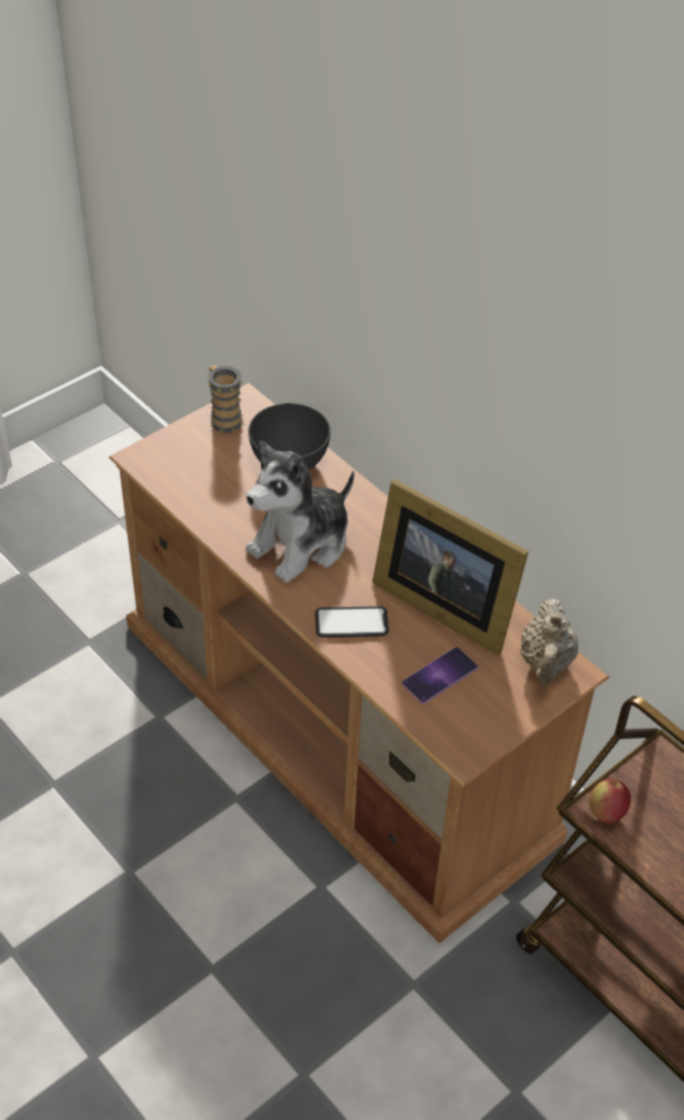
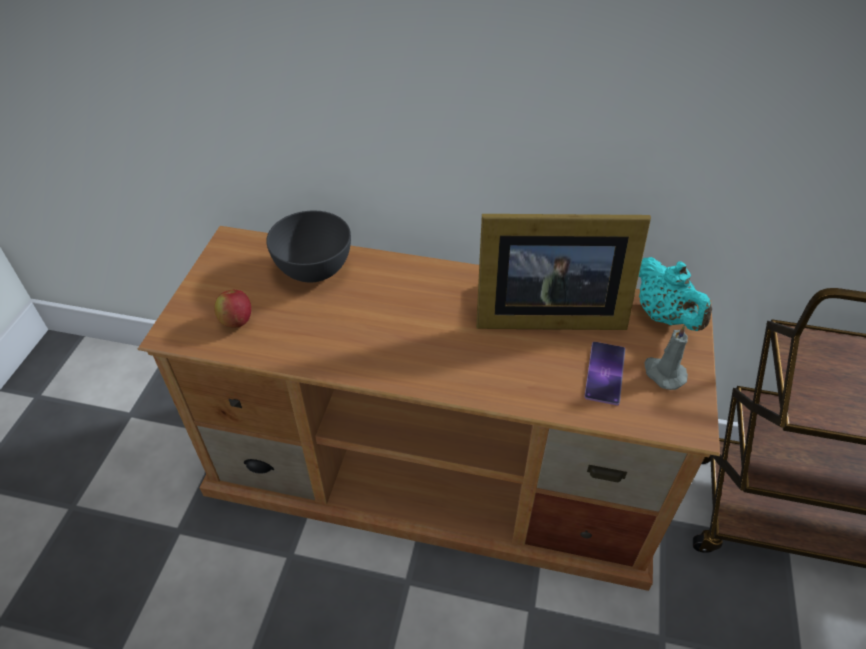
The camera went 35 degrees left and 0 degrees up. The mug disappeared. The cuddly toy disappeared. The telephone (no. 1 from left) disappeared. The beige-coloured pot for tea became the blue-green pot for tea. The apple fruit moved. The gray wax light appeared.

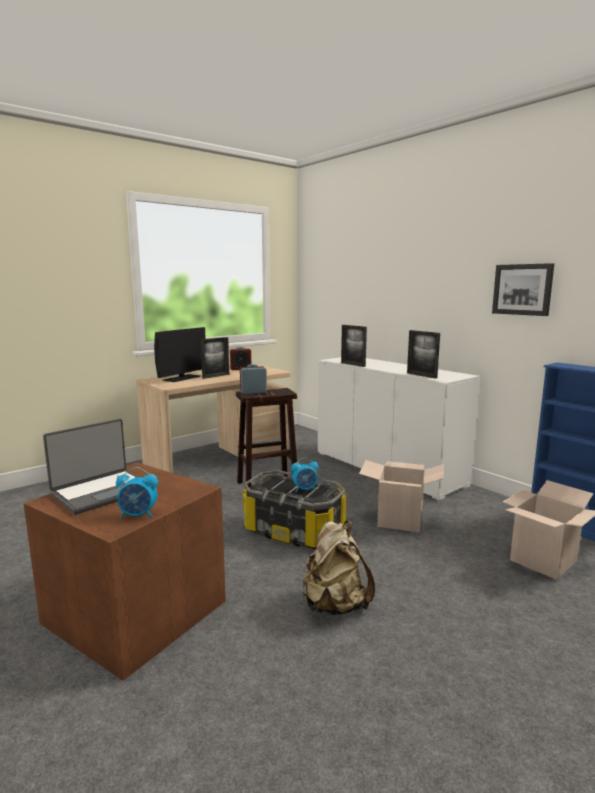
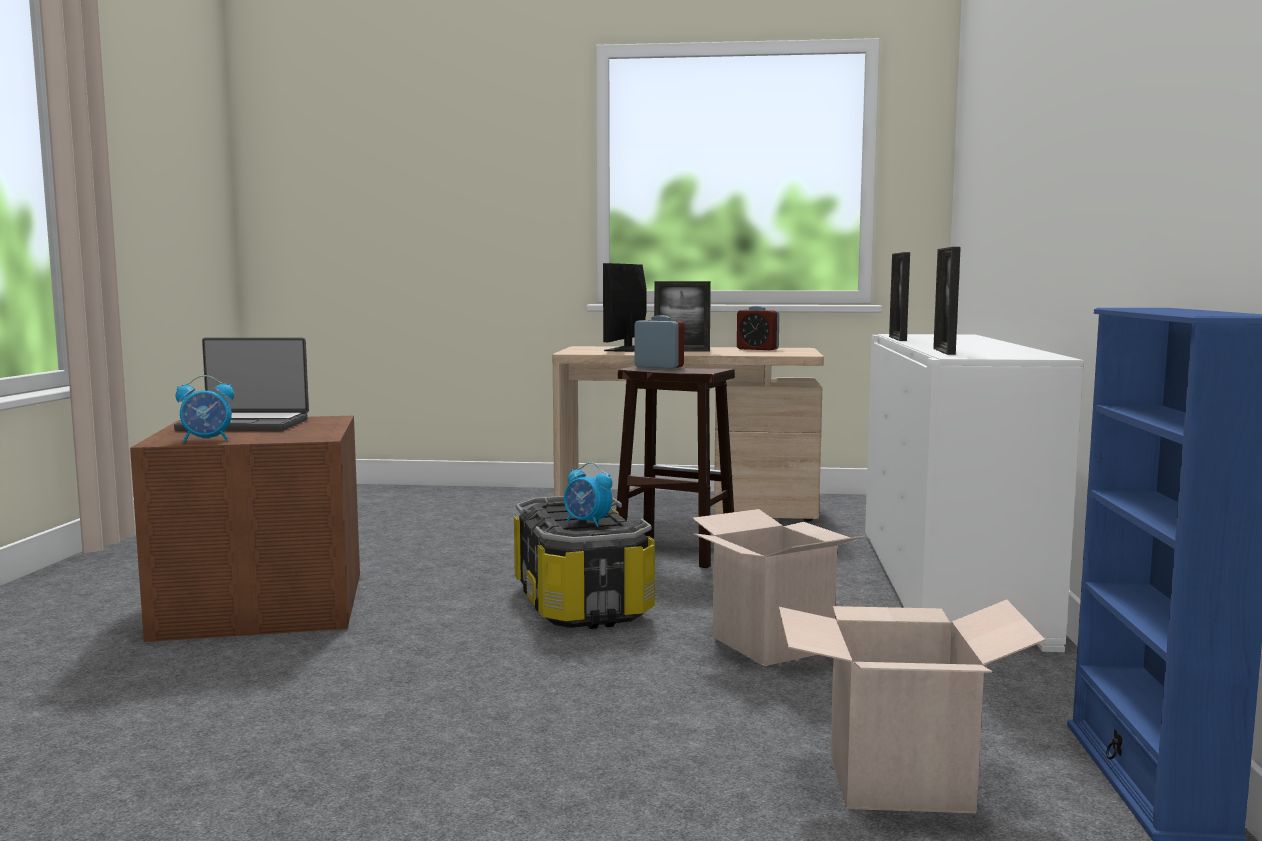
The camera went 45 degrees right and 5 degrees down. The bedside clock (no. 1 from left) turned 60 degrees counterclockwise. The computer screen turned 120 degrees clockwise. The beige-coloured knapsack disappeared. The wall art disappeared.

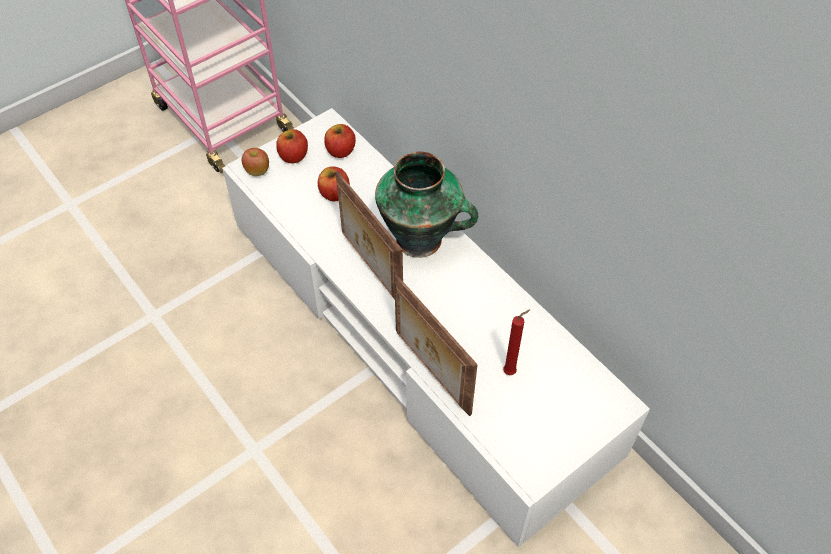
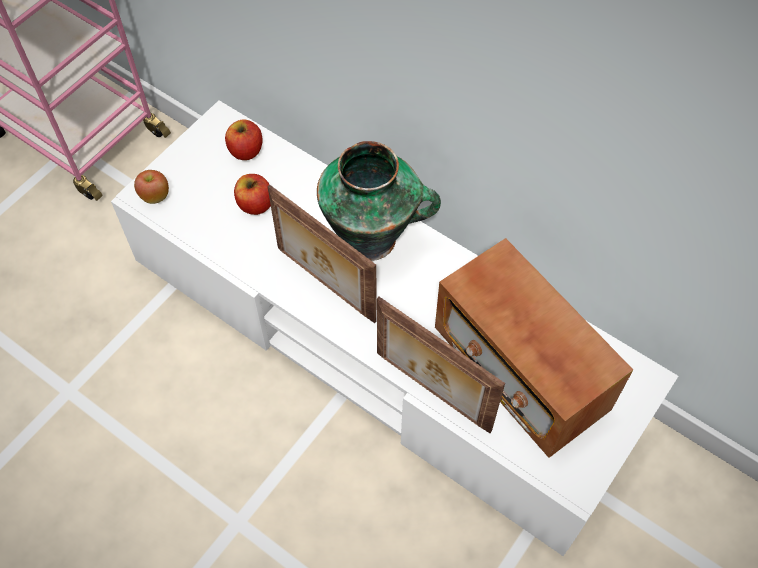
The camera went 15 degrees left and 5 degrees up. The apple fruit (no. 2 from left) disappeared. The red wax light was replaced by the radio receiver.

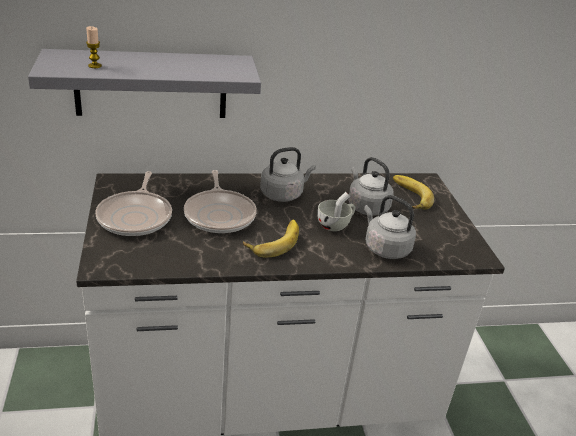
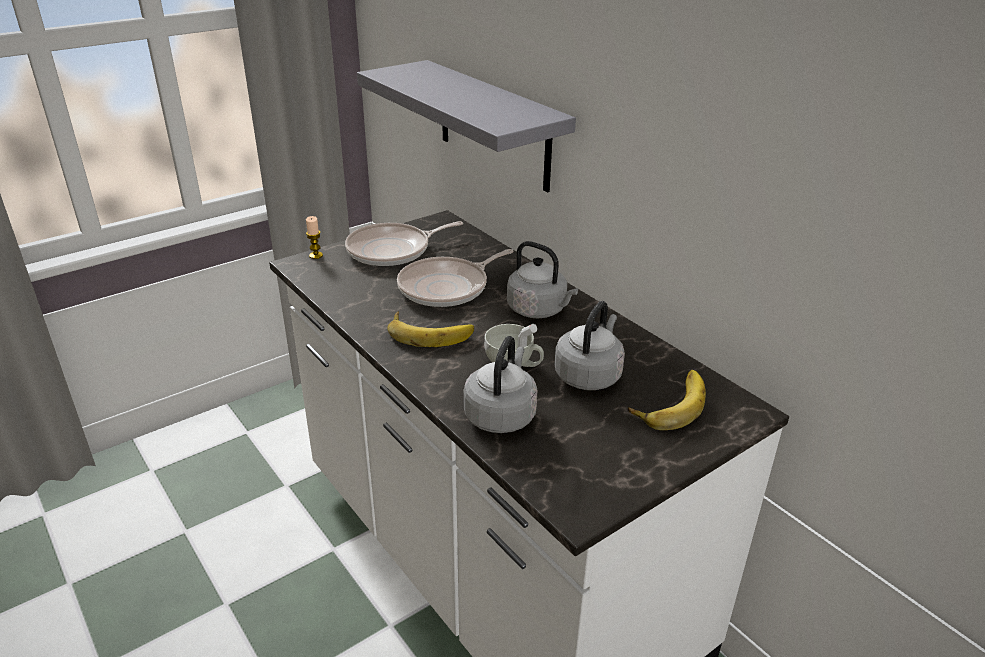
The camera went 65 degrees right and 0 degrees up. The wax light moved.

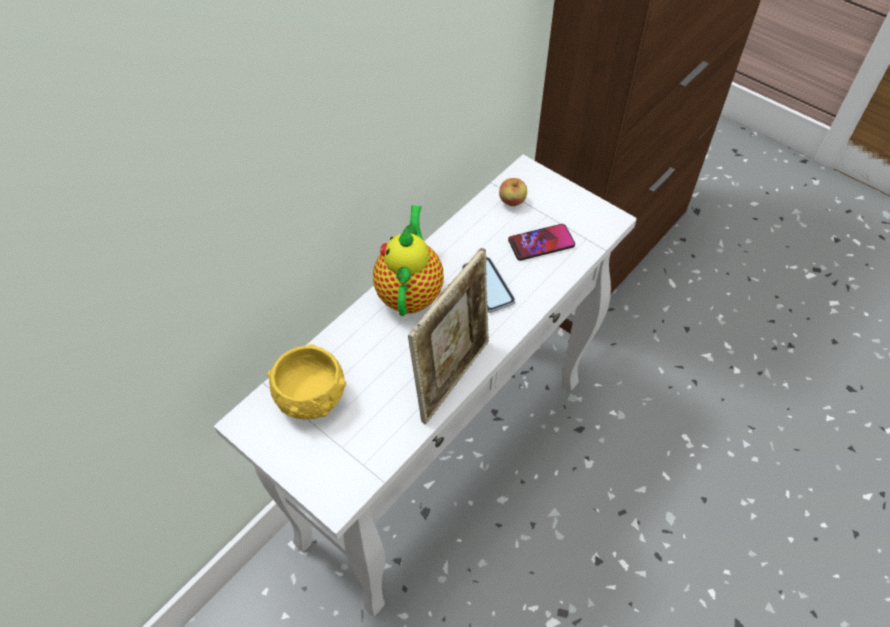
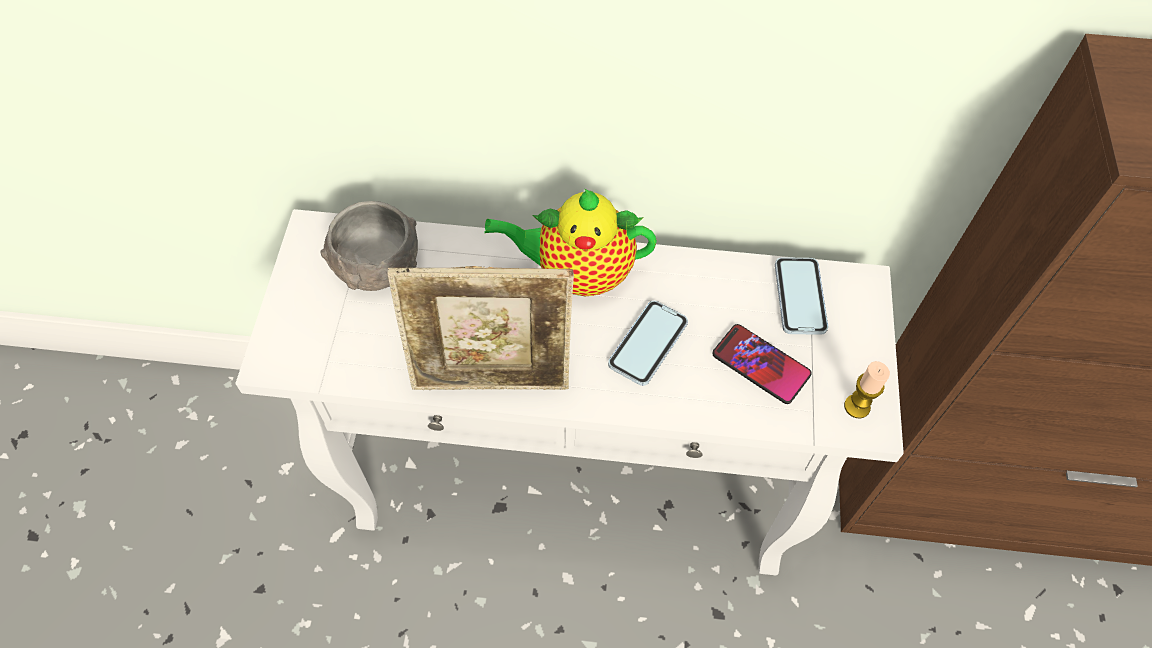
The camera went 55 degrees right and 5 degrees up. The yellow serving bowl became the gray serving bowl. The pot for tea turned 150 degrees counterclockwise. The apple fruit was replaced by the telephone (no. 3 from left). The wax light appeared.

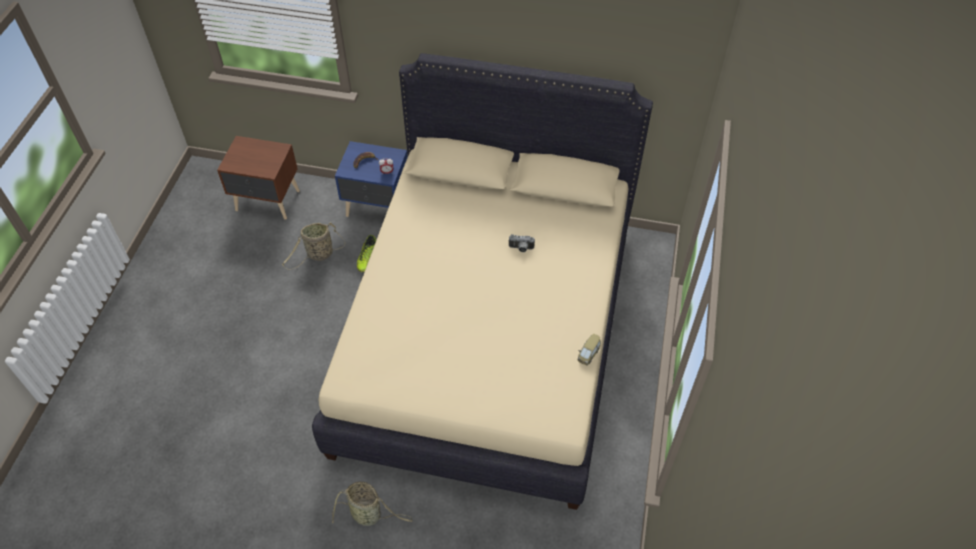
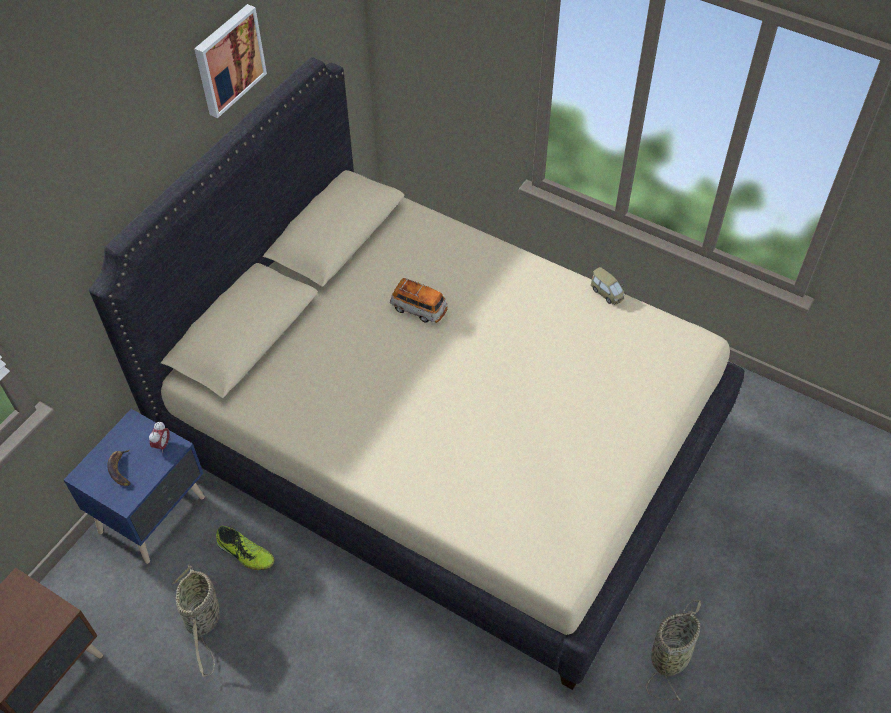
The camera went 70 degrees left and 0 degrees up. The photo camera was replaced by the model car (no. 1 from left). The wall art appeared.

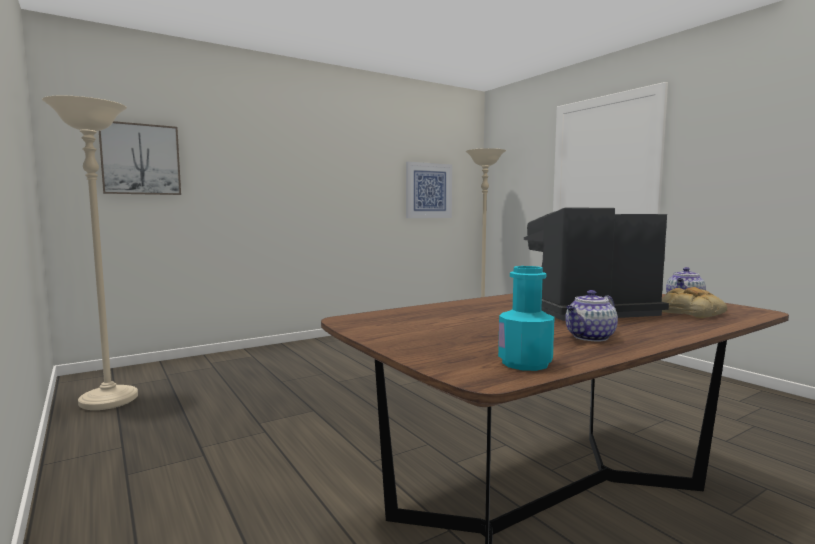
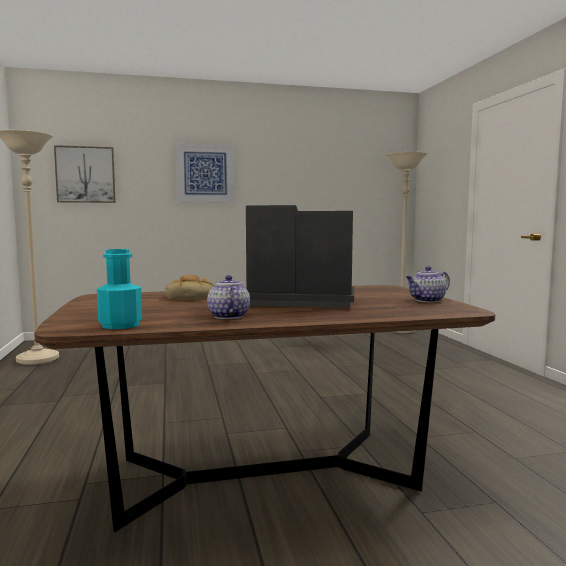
The camera went 20 degrees right and 0 degrees up. The wall art (no. 2 from left) moved. The pot for tea (no. 1 from left) turned 90 degrees clockwise. The bread moved.

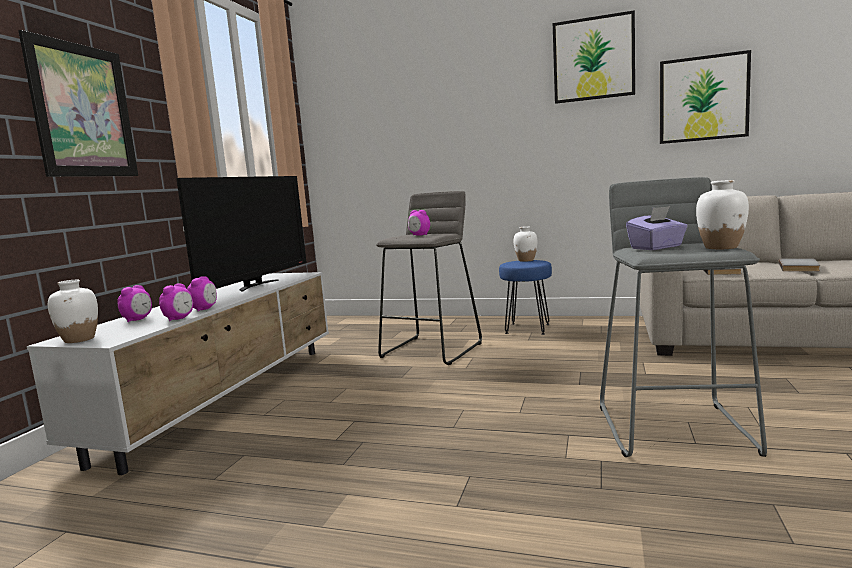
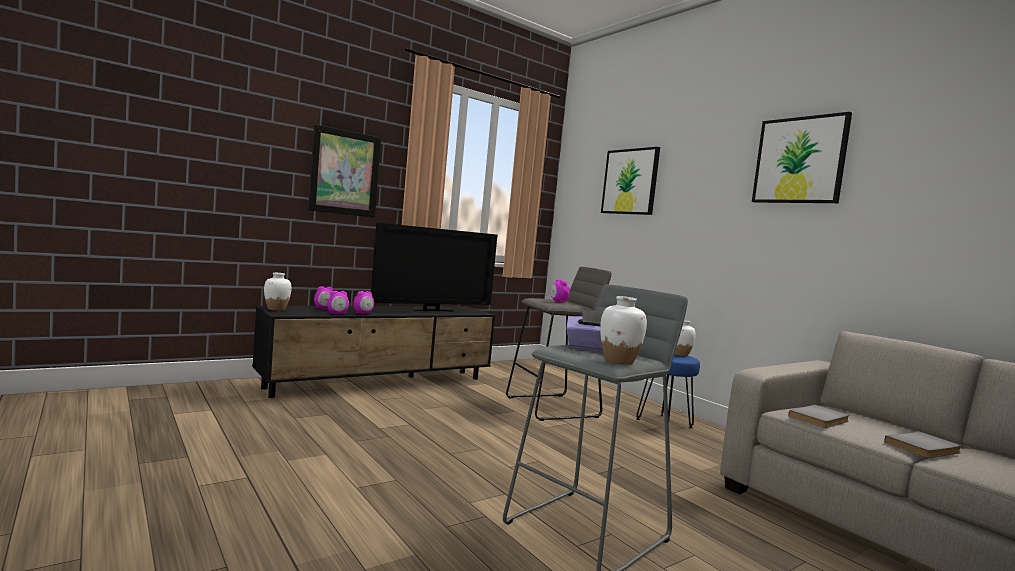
The camera went 35 degrees right and 5 degrees down. The white tv unit became the black tv unit. The wall art (no. 3 from left in the first image) moved.

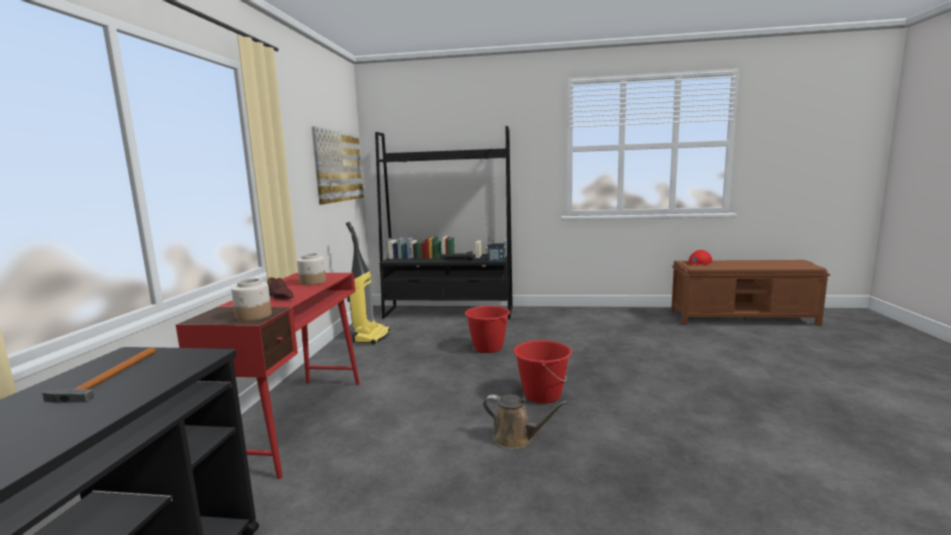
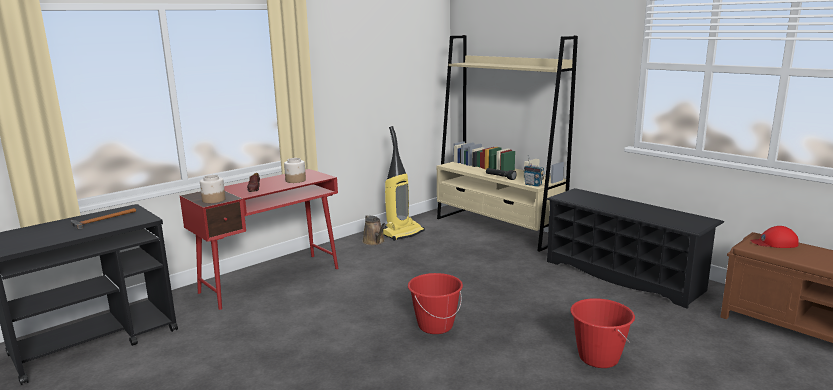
The camera went 40 degrees right and 5 degrees up. The wall art disappeared. The black bookcase became the beige-coloured bookcase. The red pail (no. 1 from left in the first image) moved. The brown sprinkling can moved. The black shoe shelf appeared.

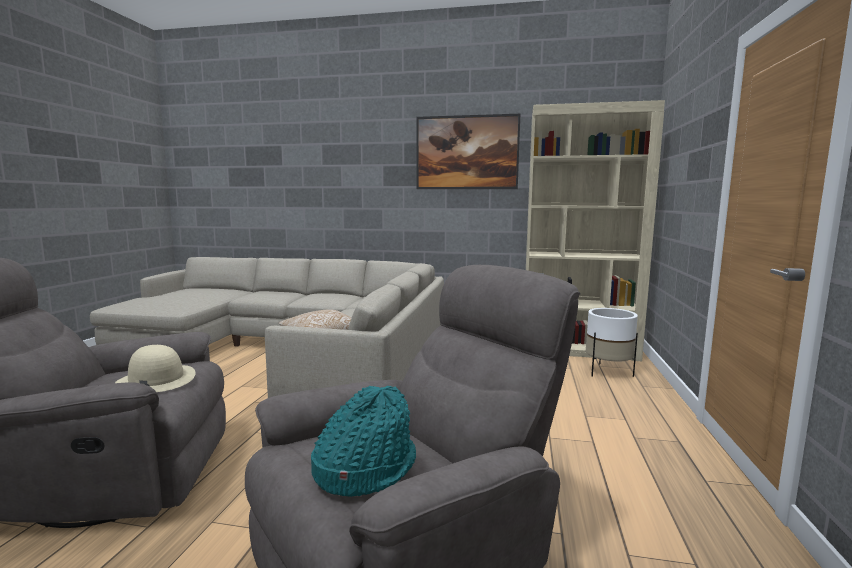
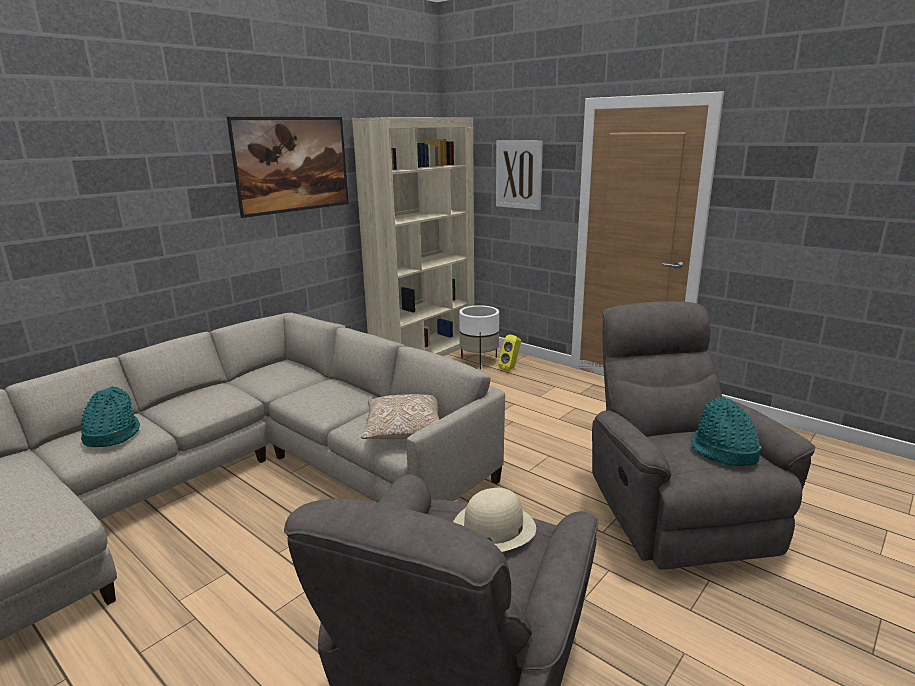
The camera went 60 degrees left and 10 degrees up. The blue-green clothing hat (no. 1 from left) appeared. The wall art (no. 2 from left) appeared. The yellow audio speaker appeared.

